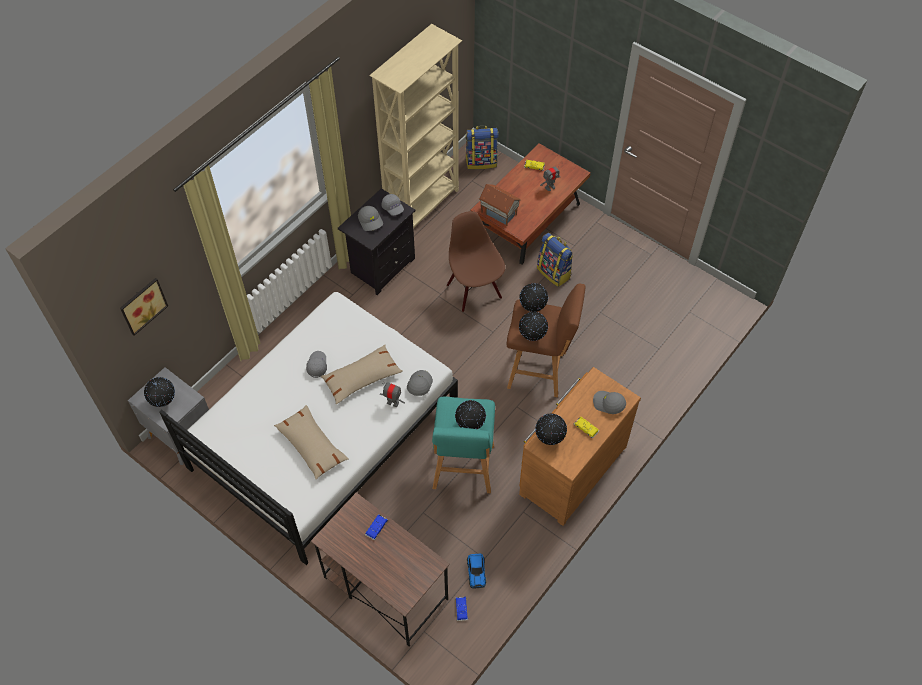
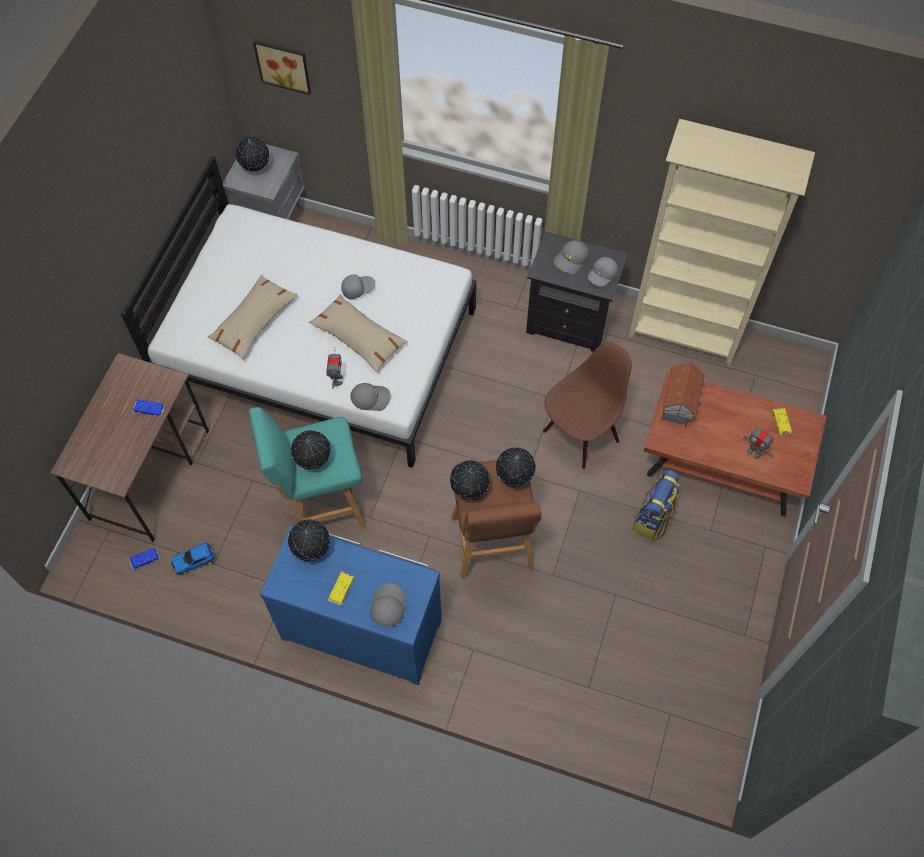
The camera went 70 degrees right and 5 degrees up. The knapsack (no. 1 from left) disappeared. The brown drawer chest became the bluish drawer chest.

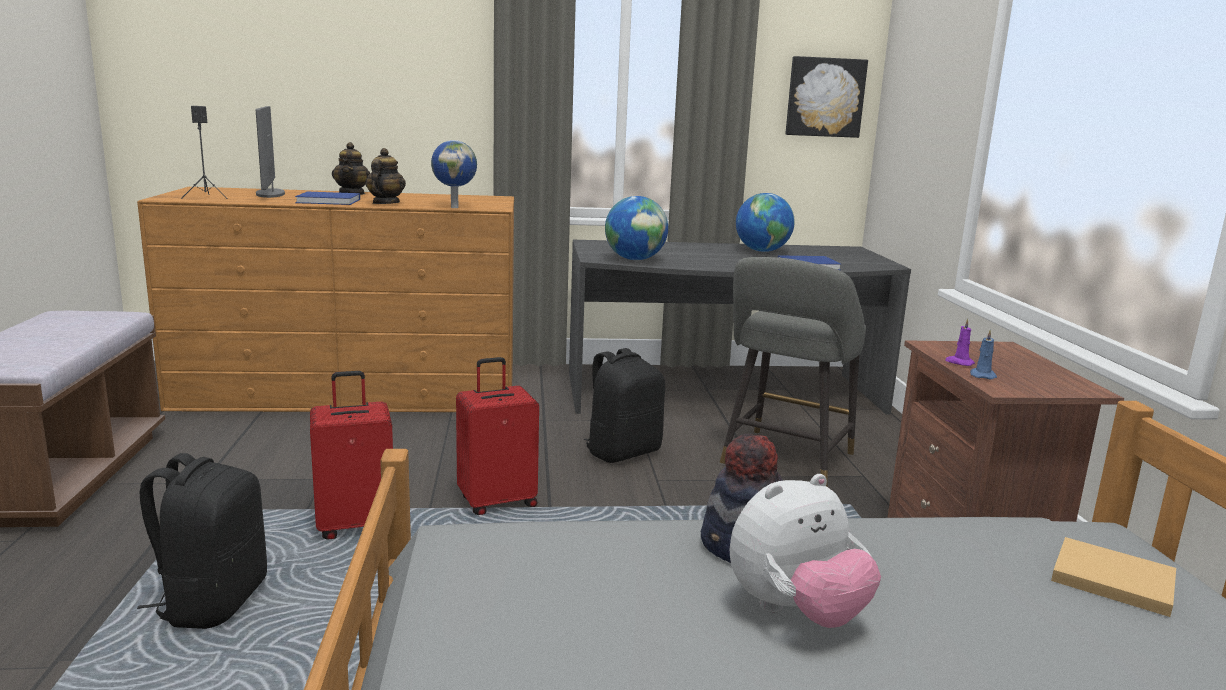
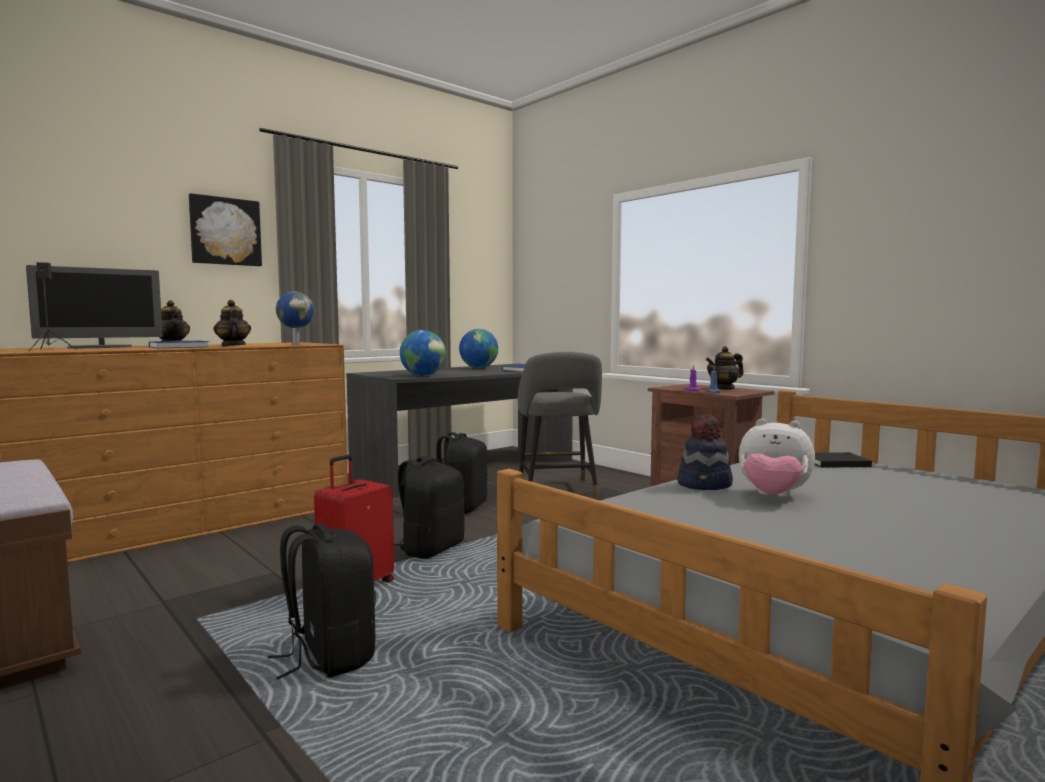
The camera went 35 degrees left and 10 degrees down. The computer screen turned 75 degrees counterclockwise. The red piece of luggage (no. 2 from left) was replaced by the black knapsack (no. 2 from left). The cuddly toy turned 90 degrees clockwise. The wall art moved. The beige-coloured volume became the black volume. The pot for tea (no. 3 from left) appeared.

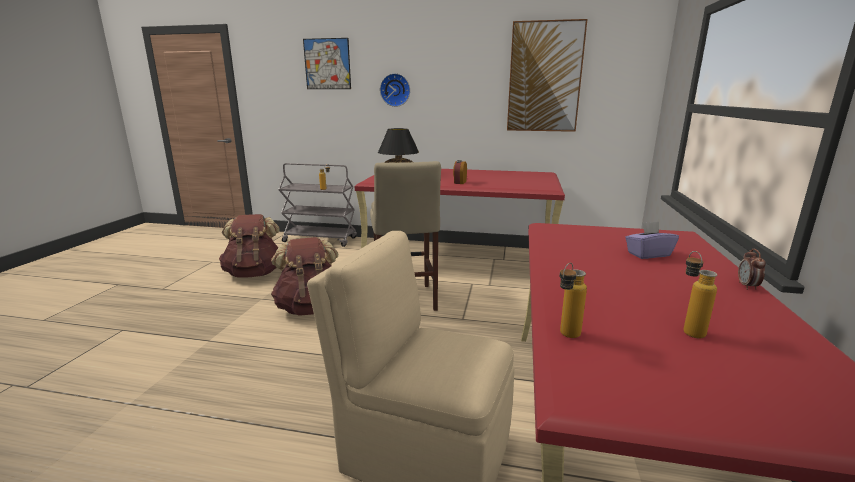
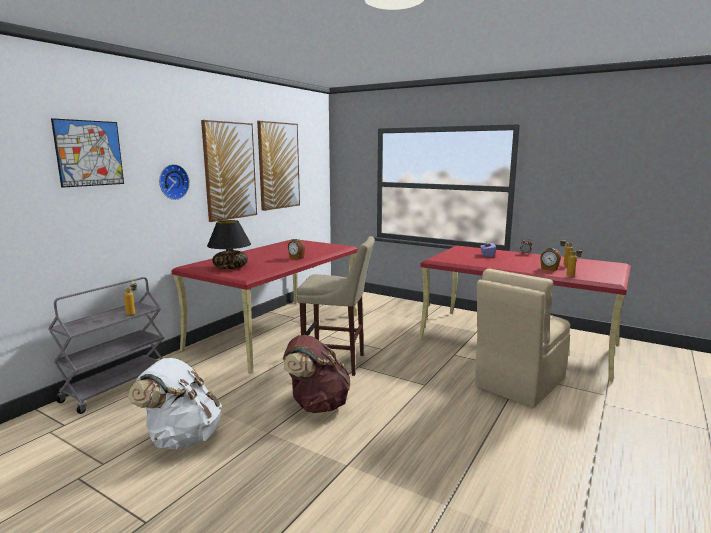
The camera went 70 degrees left and 5 degrees down. The brown knapsack (no. 1 from left) became the white knapsack. The wall art (no. 2 from left) appeared. The bedside clock (no. 3 from left) appeared.

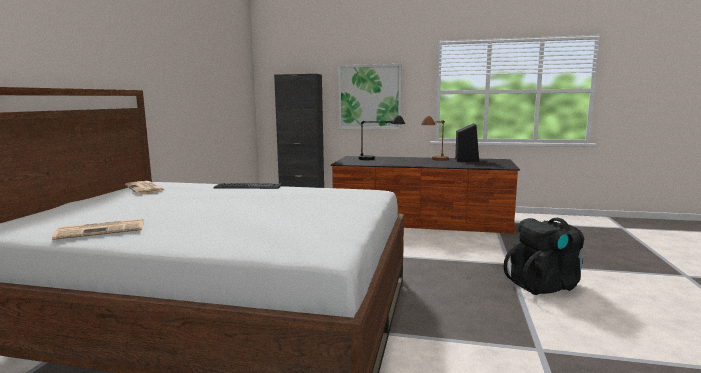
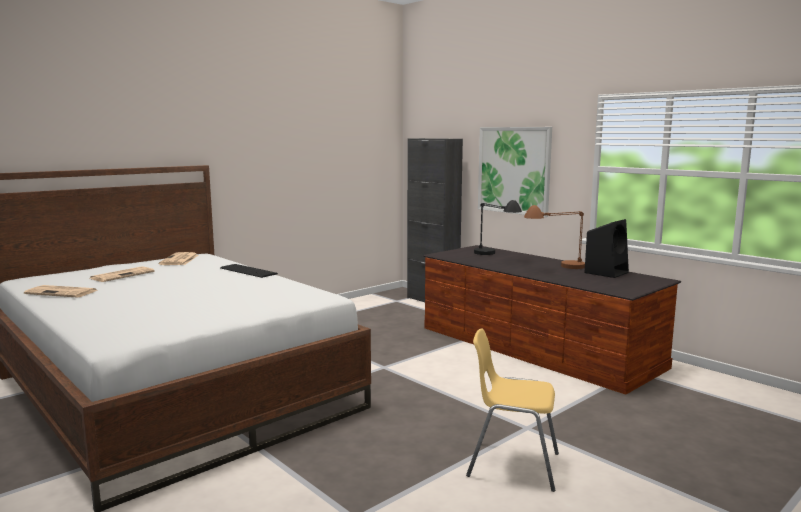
The camera went 35 degrees right and 0 degrees up. The black knapsack was replaced by the yellow chair. The printed paper (no. 2 from left) appeared.

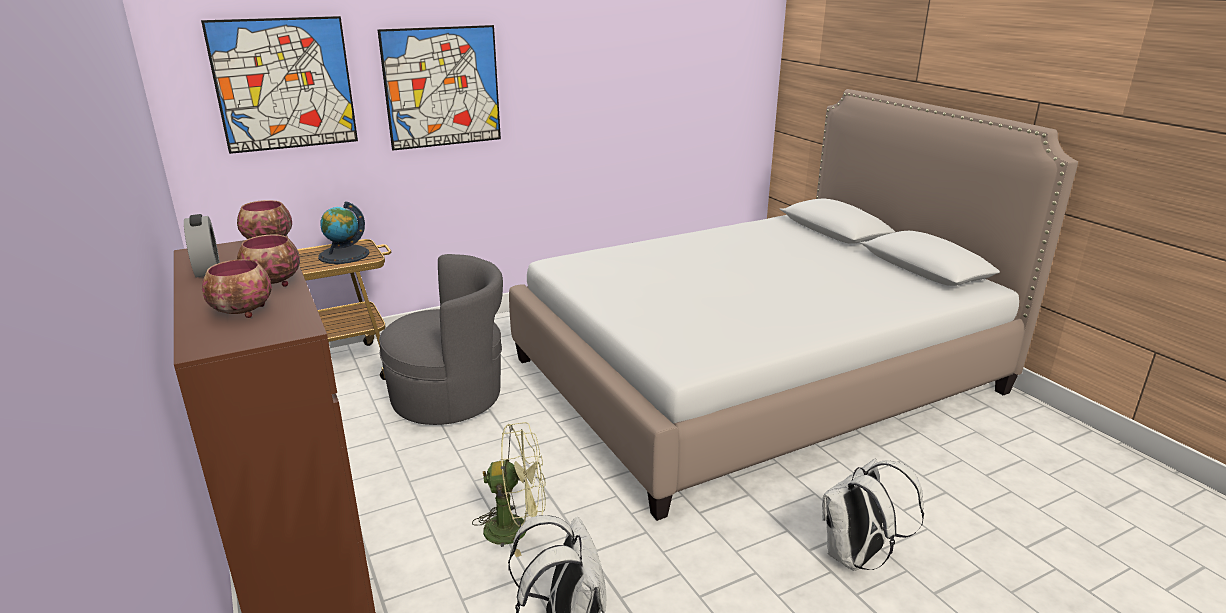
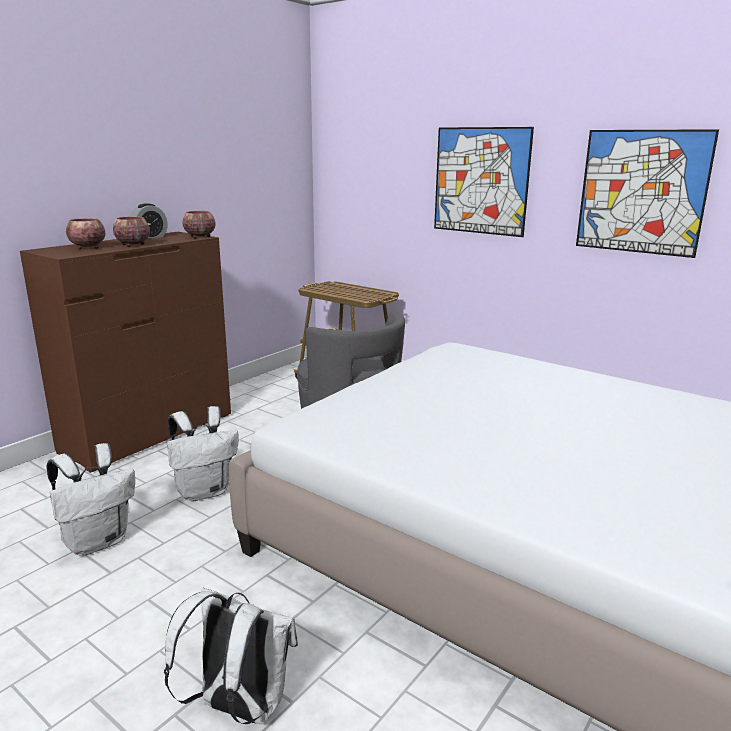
The camera went 65 degrees right and 5 degrees down. The wall art (no. 1 from left in the first image) moved. The globe disappeared. The greenish electric fan was replaced by the white knapsack (no. 2 from left).

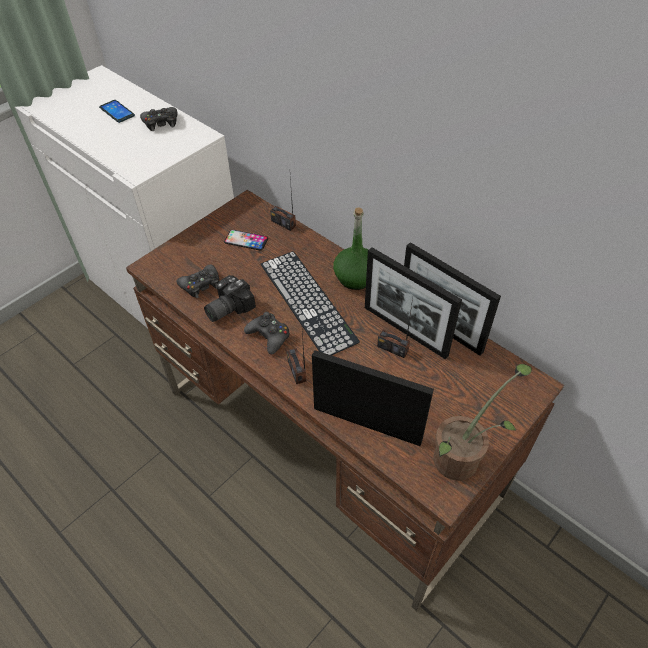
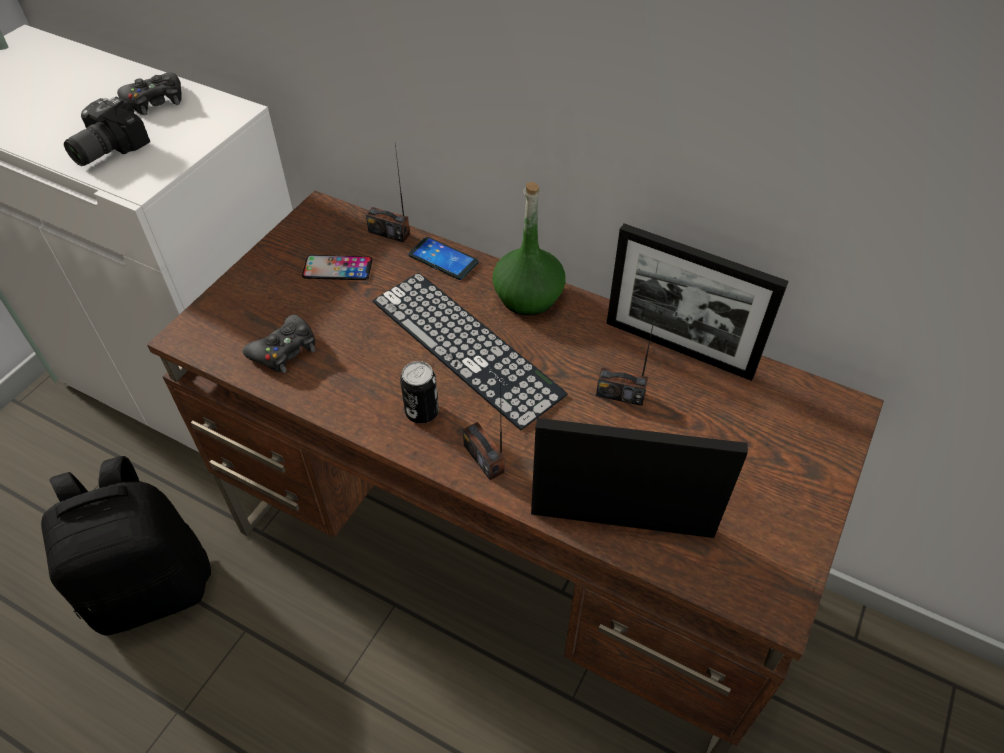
The camera went 15 degrees left and 0 degrees up. The telephone (no. 1 from left in the first image) moved. The photo camera moved. The black gamepad (no. 3 from left) was replaced by the sealed can. The standing frame (no. 2 from left) disappeared. The houseplant disappeared. The black knapsack appeared.

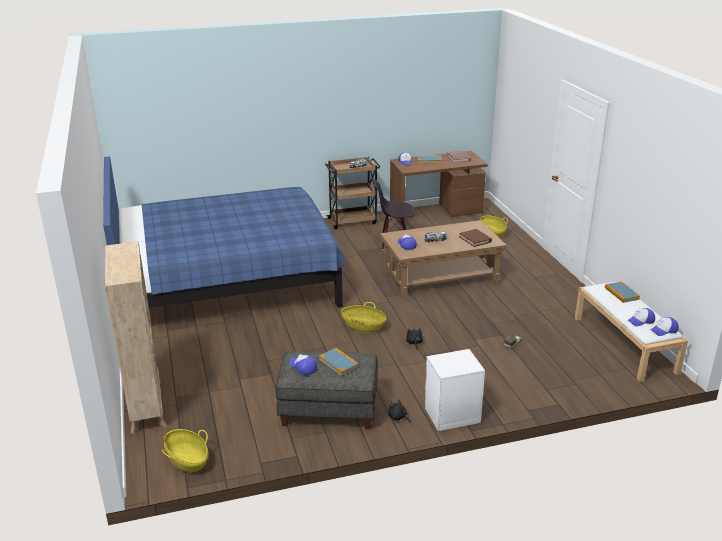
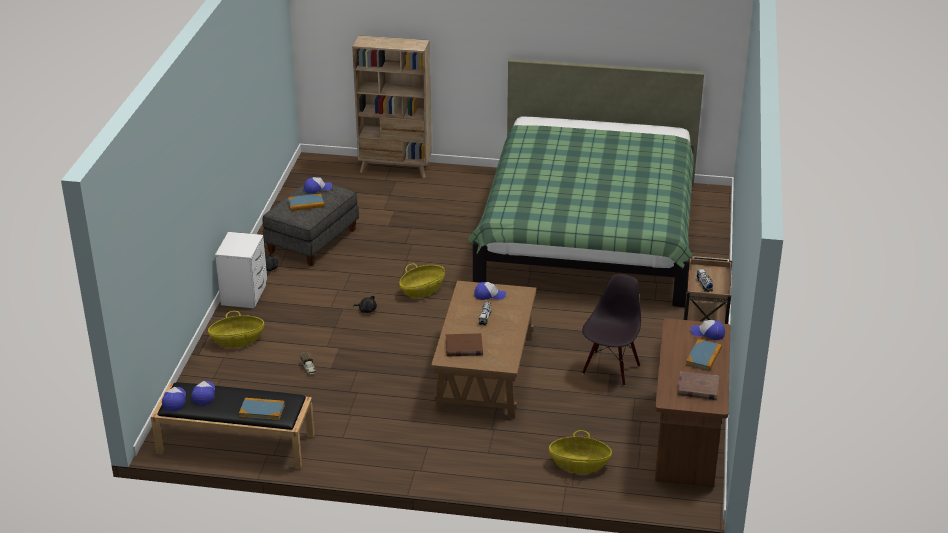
The camera went 115 degrees right and 5 degrees up. The bluish bedroom bed became the greenish bedroom bed. The storage basket (no. 1 from left) moved. The white indoor bench became the black indoor bench.

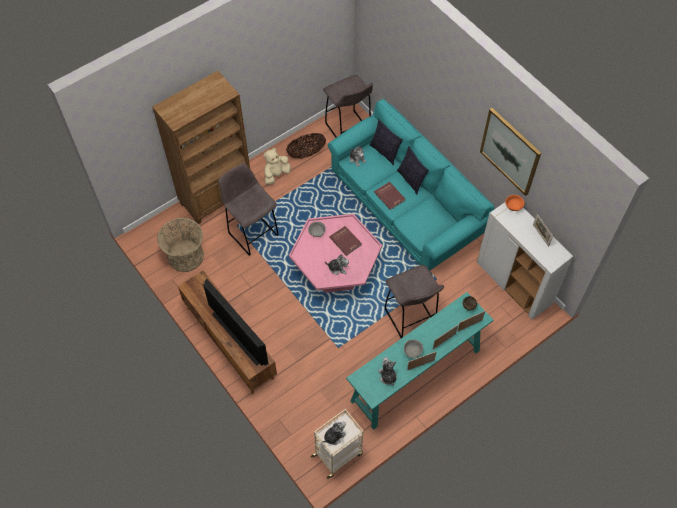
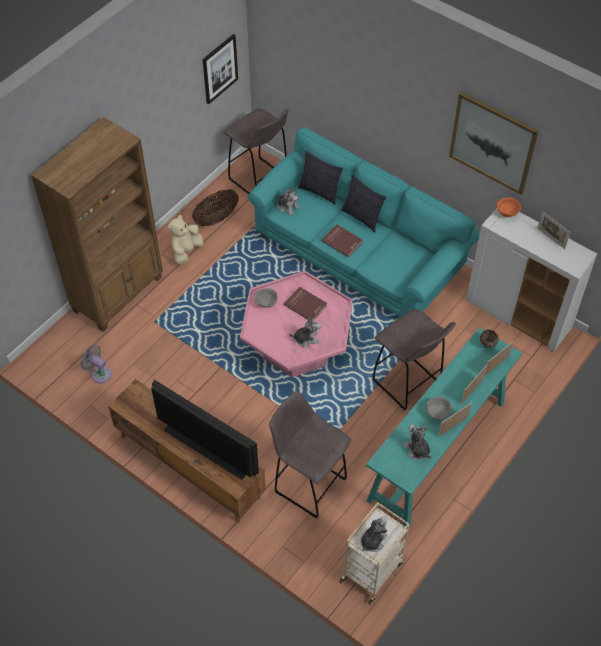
The camera went 15 degrees left and 5 degrees down. The storage basket (no. 1 from left) was replaced by the gray electric fan. The gray sitting stool (no. 1 from left in the first image) moved. The wall art (no. 1 from left) appeared.

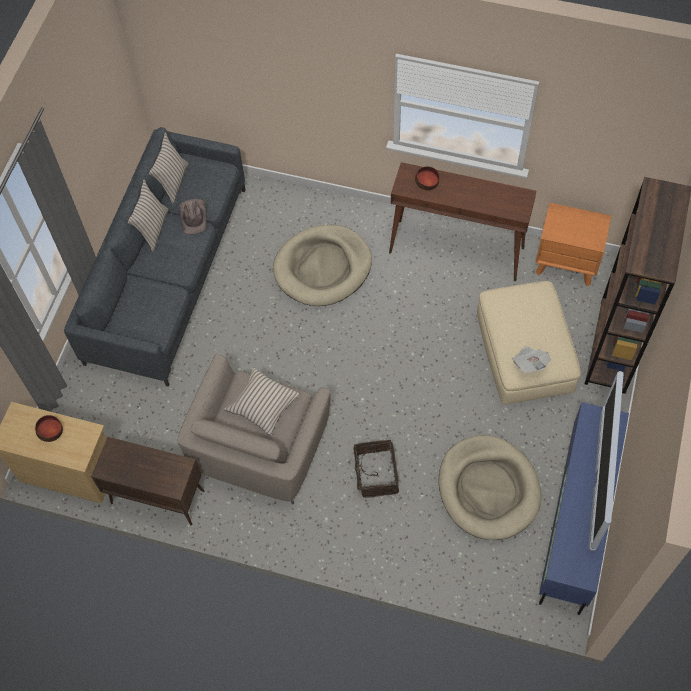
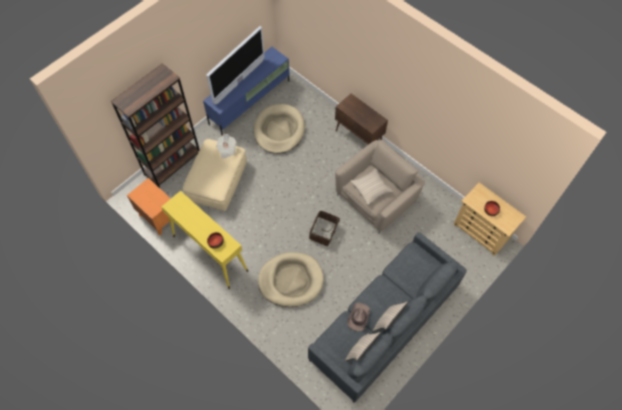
The camera went 155 degrees left and 0 degrees up. The brown cabinet moved. The storage basket moved. The brown hall table became the yellow hall table.

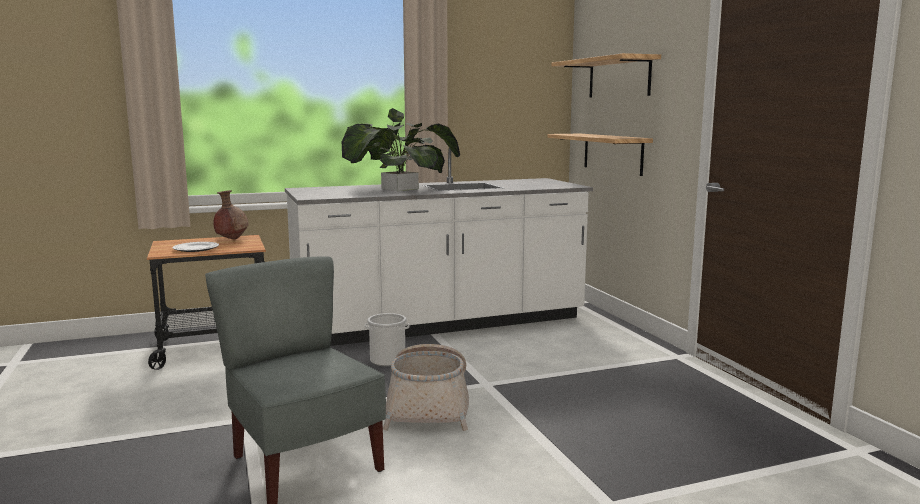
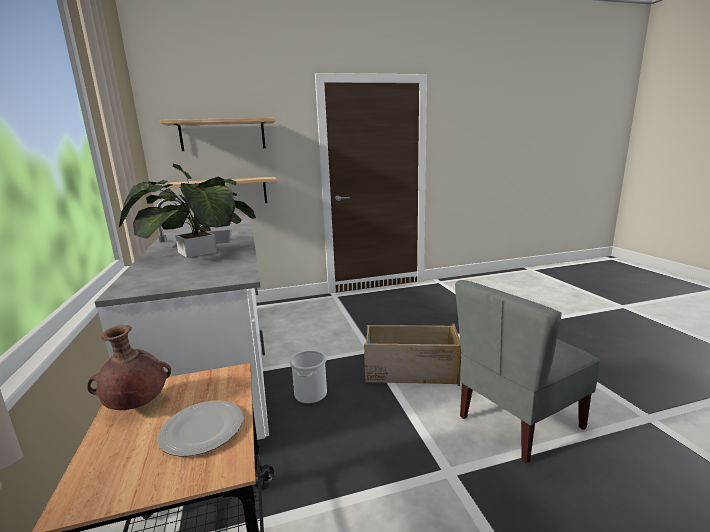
The camera went 85 degrees left and 5 degrees up. The storage basket was replaced by the crate.

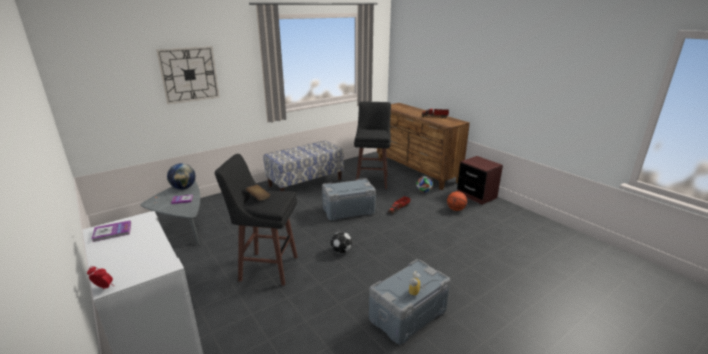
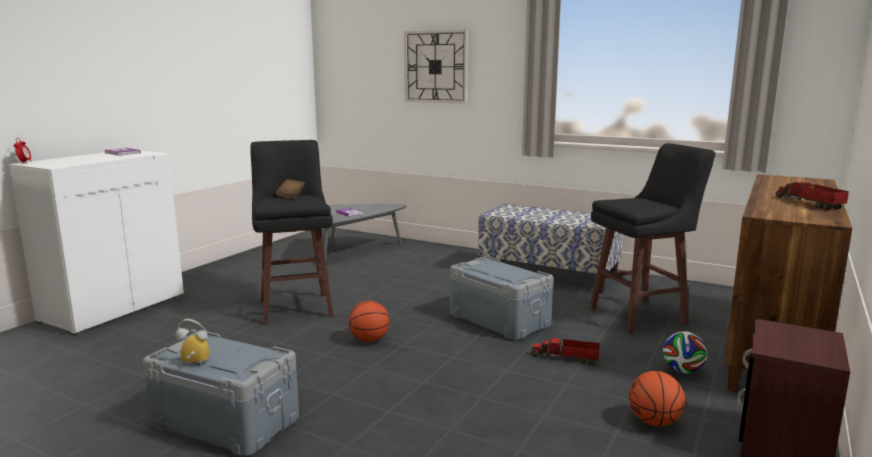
The camera went 65 degrees right and 10 degrees down. The globe disappeared. The ball for football (no. 1 from left) was replaced by the basketball ball (no. 1 from left).

